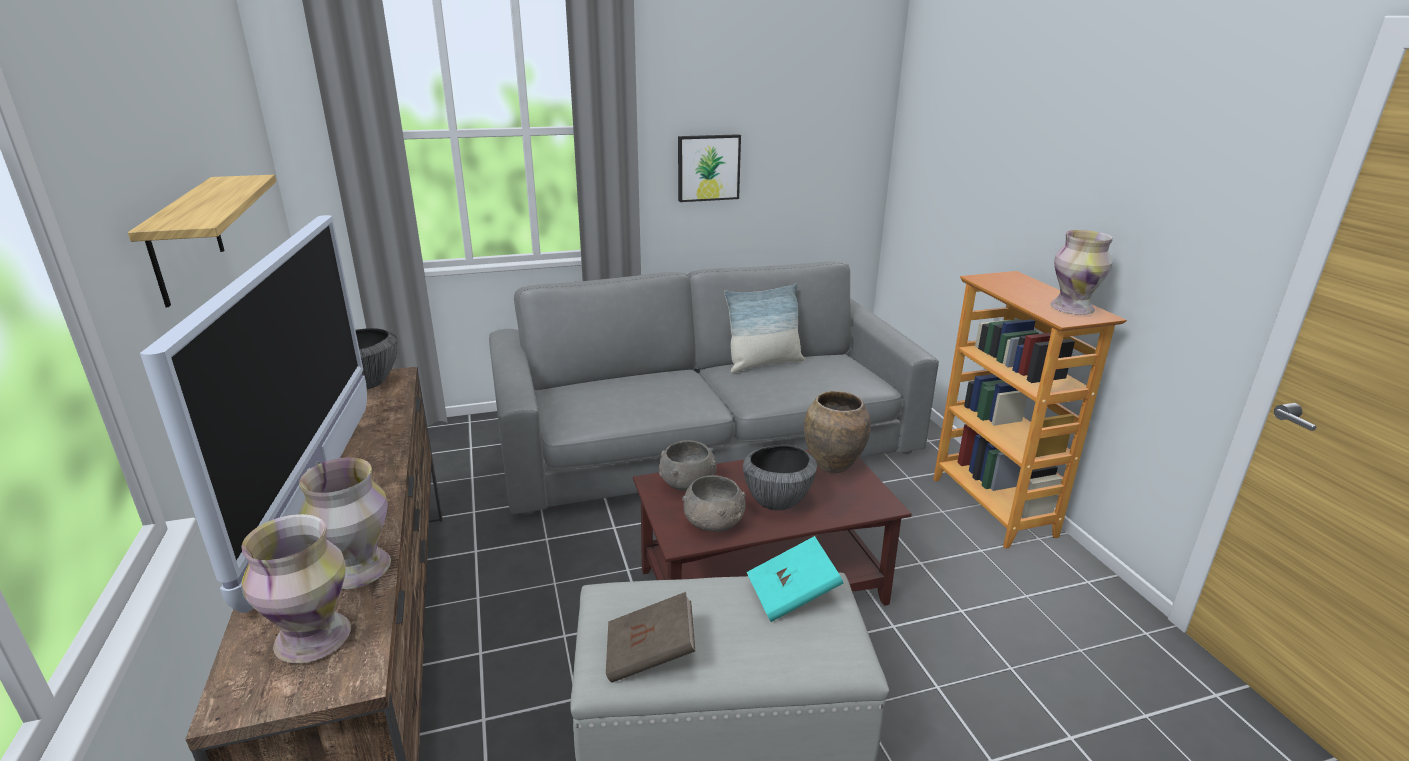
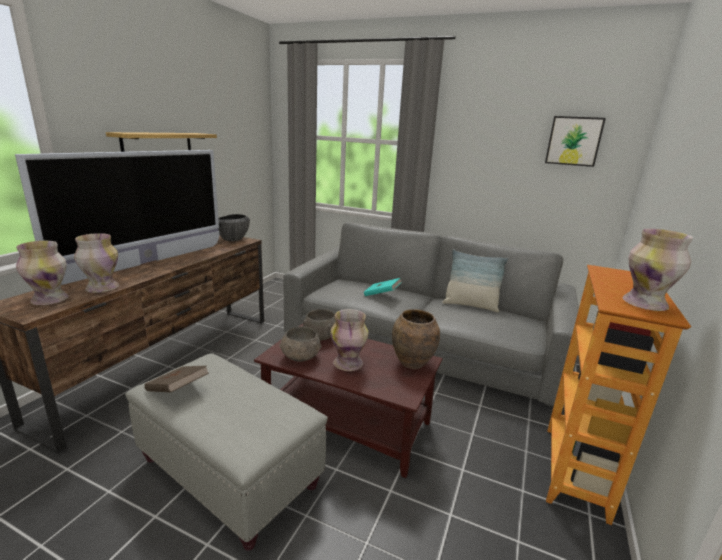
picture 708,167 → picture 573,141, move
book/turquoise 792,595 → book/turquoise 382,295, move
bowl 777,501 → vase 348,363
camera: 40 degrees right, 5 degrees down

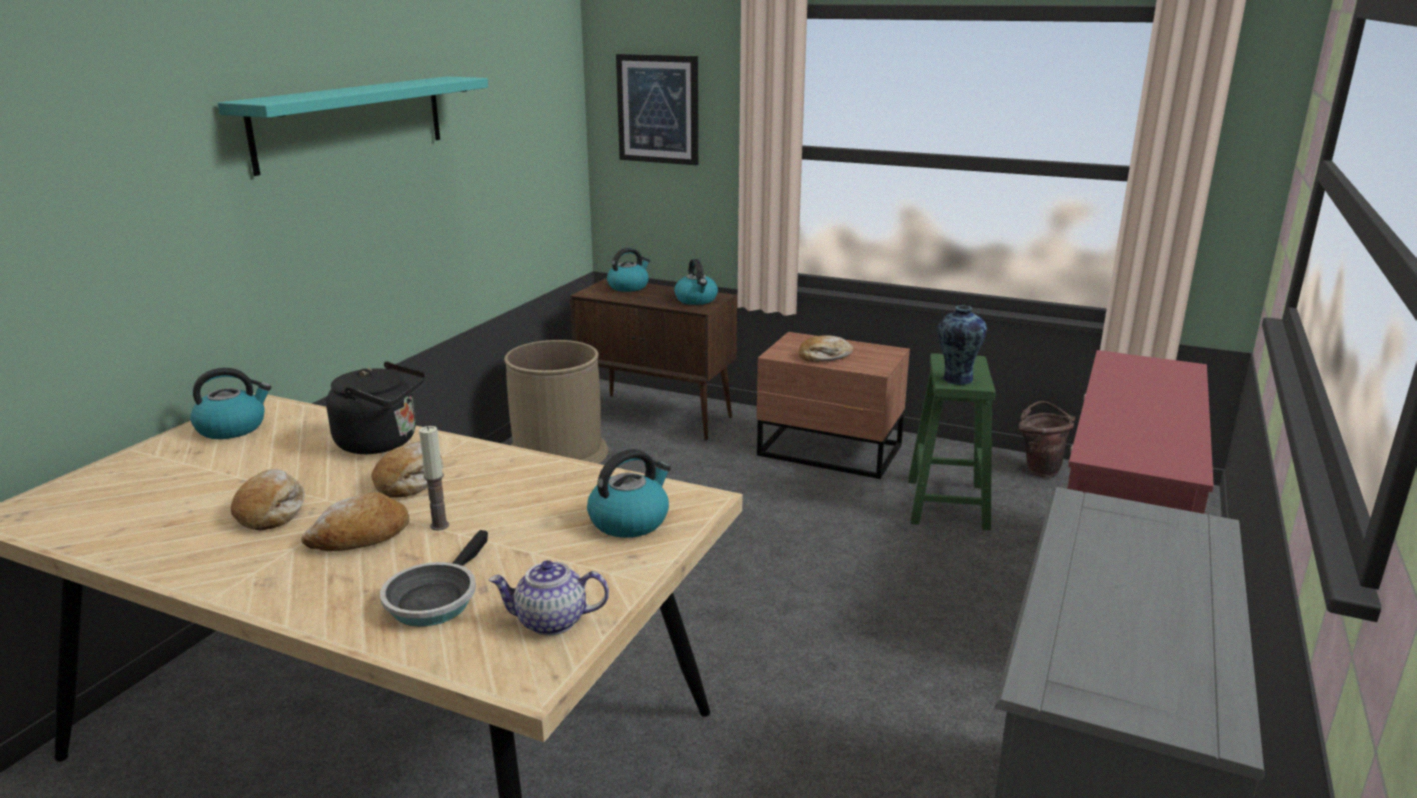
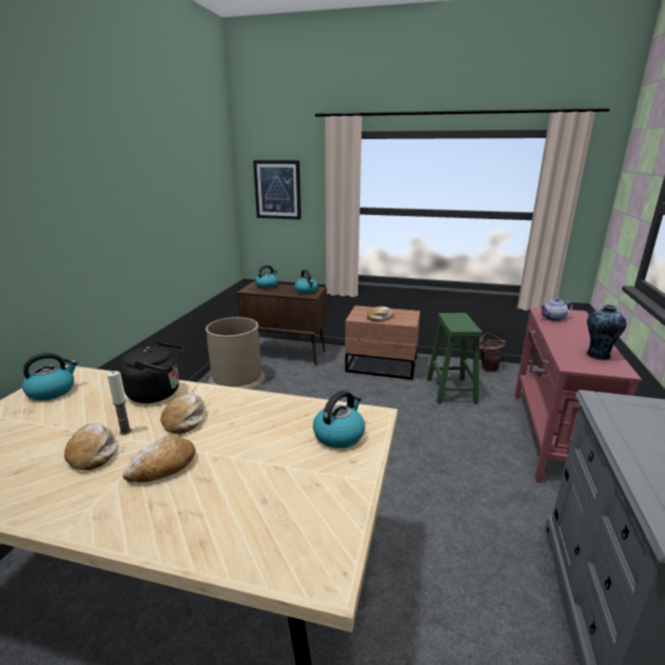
shelf/turquoise 351,122 → -
frying pan 434,599 → -
candle 439,525 → candle 125,431, move
teapot 550,622 → teapot 553,319, move
vase 956,379 → vase 597,356, move
camera: 10 degrees left, 0 degrees up

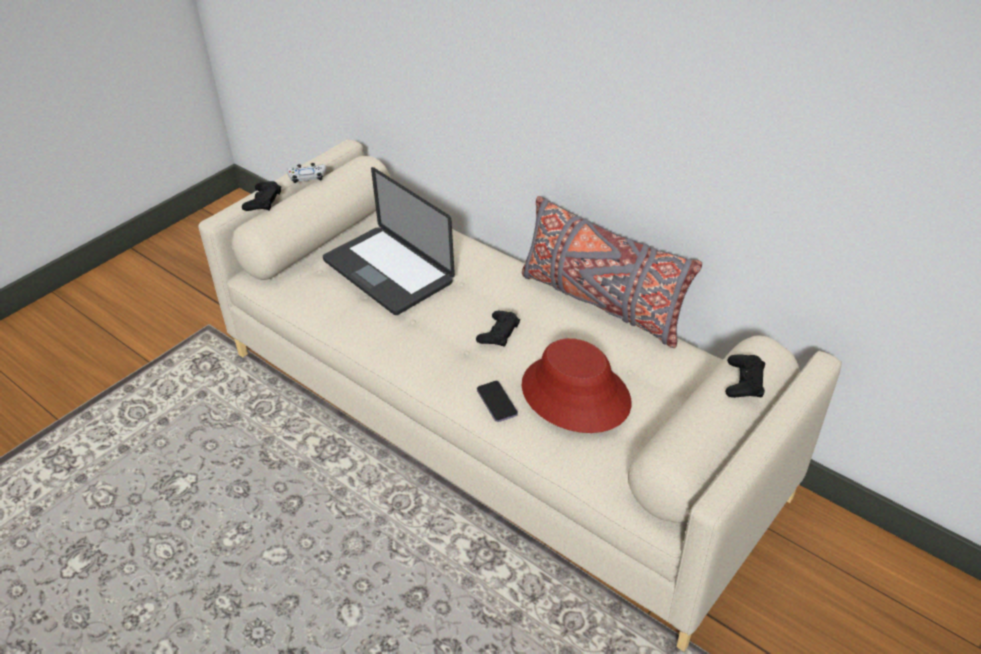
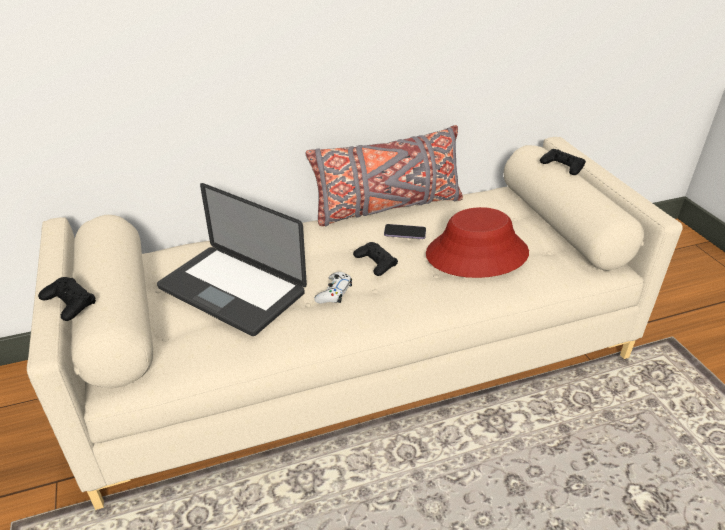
game controller/white 308,177 → game controller/white 334,293, move
phone 497,402 → phone 405,233, move
laptop 388,272 → laptop 232,291, 45 degrees clockwise
camera: 60 degrees left, 5 degrees down

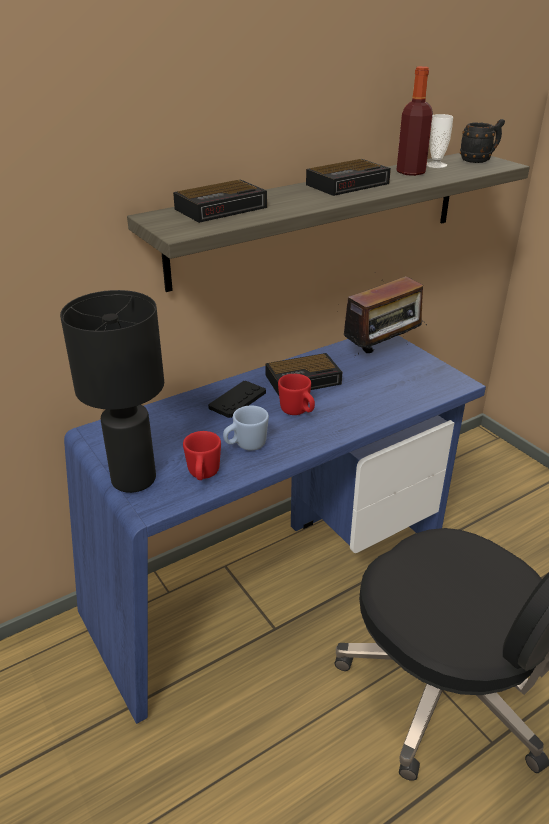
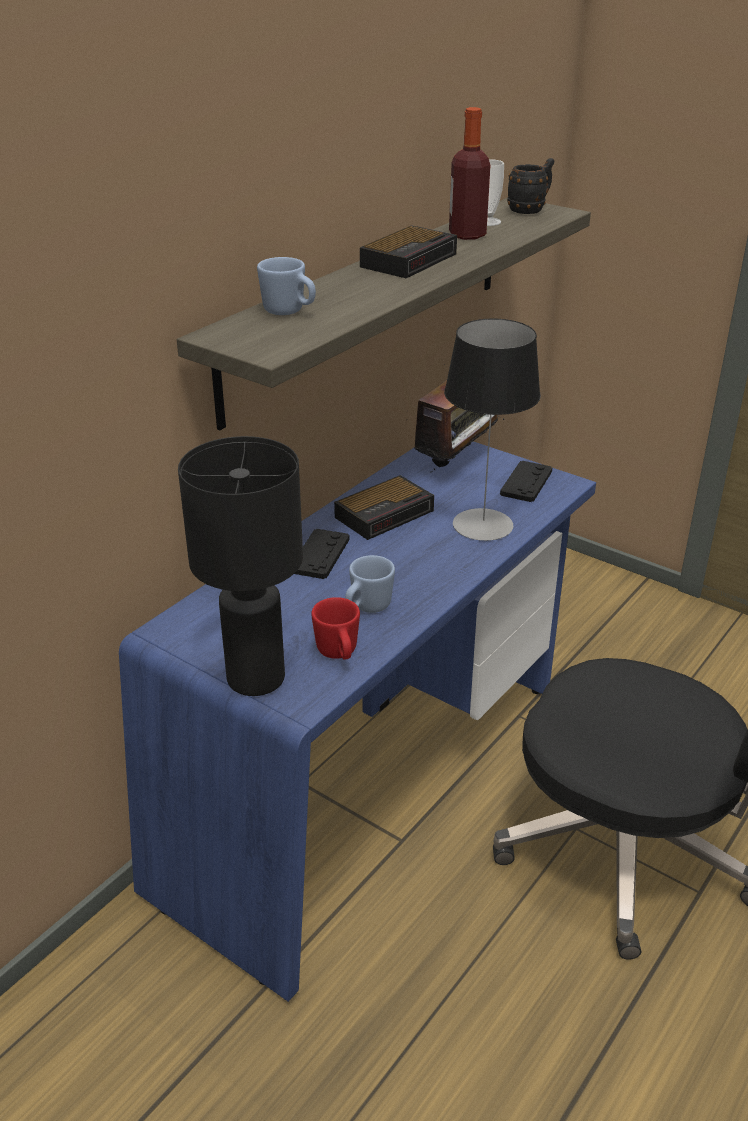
mug/red 297,412 → -
- → table lamp 483,524
- → game controller/black 526,483
alarm clock 222,208 → mug/blue 289,312
camera: 20 degrees left, 0 degrees up

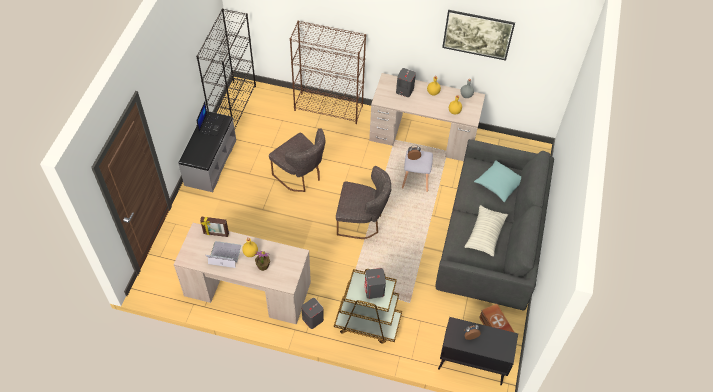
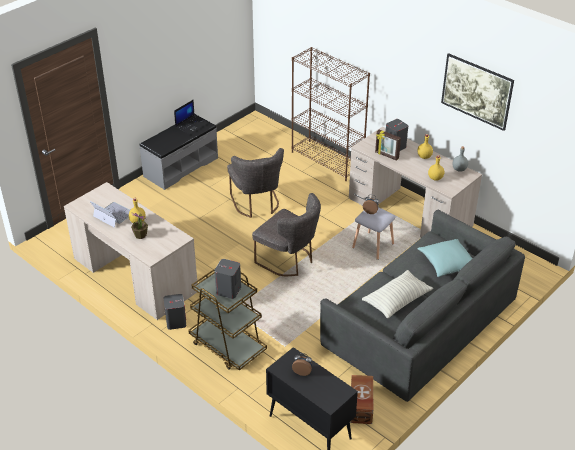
bookcase/black 233,106 → -
picture frame 216,234 → picture frame 386,155, move
camera: 30 degrees right, 15 degrees down

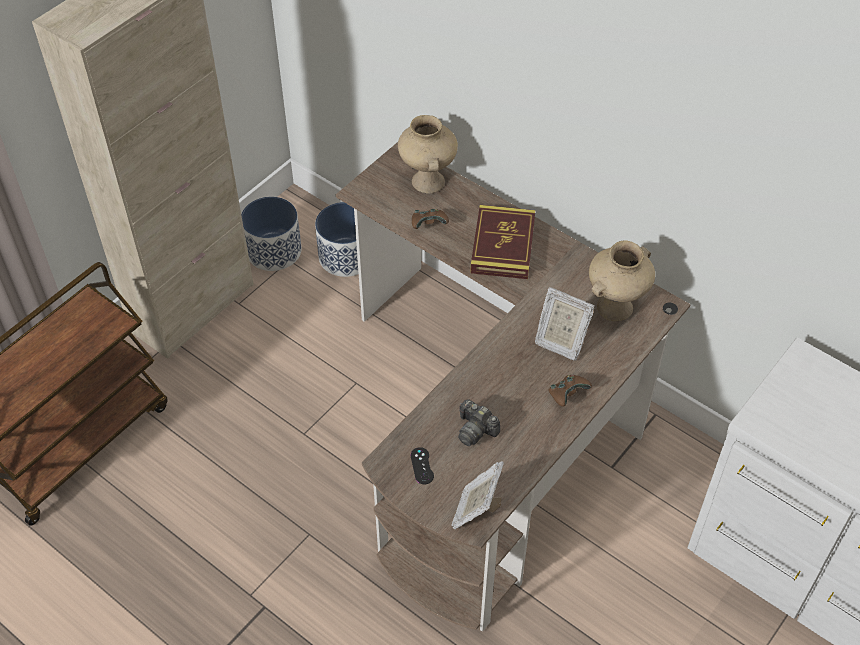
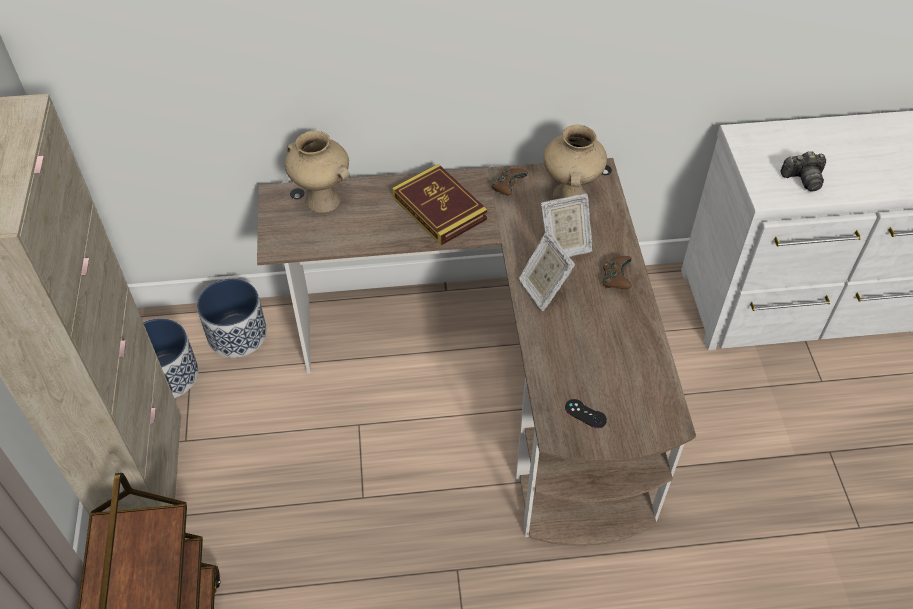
game controller/brown 429,225 → game controller/brown 508,188, move
picture frame 476,511 → picture frame 543,289, move
photo camera 475,430 → photo camera 803,179, move
camera: 45 degrees left, 0 degrees up

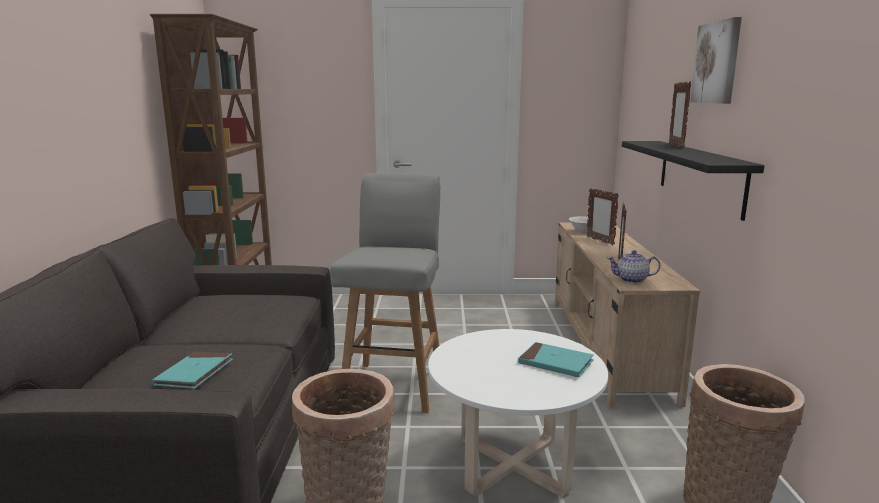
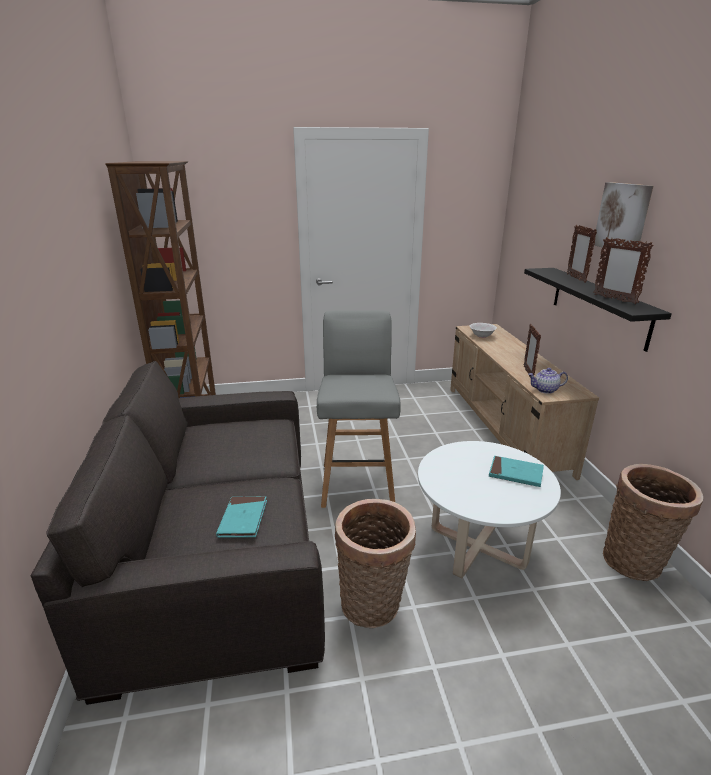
picture frame 600,241 → picture frame 614,299, move
camera: 10 degrees left, 10 degrees up

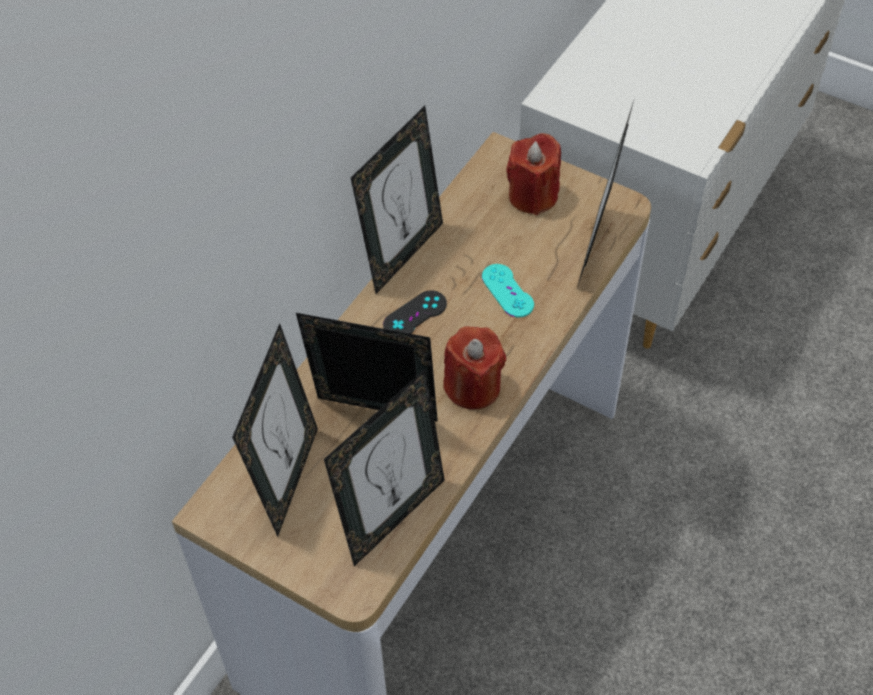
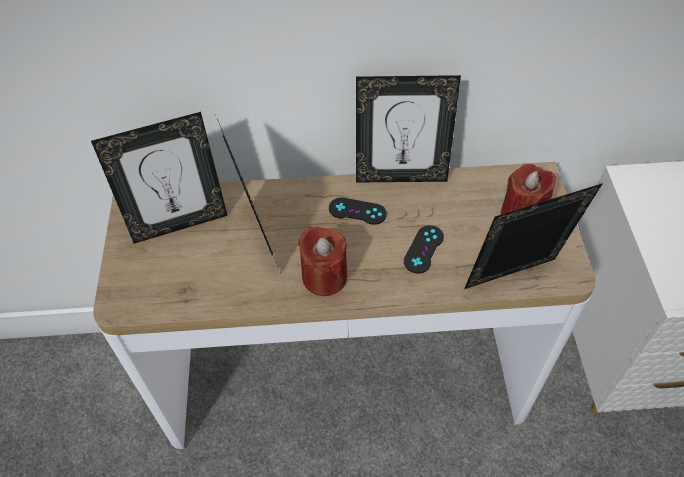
picture frame 392,515 → -
game controller/turquoise 507,291 → game controller/black 423,249
camera: 55 degrees right, 0 degrees up

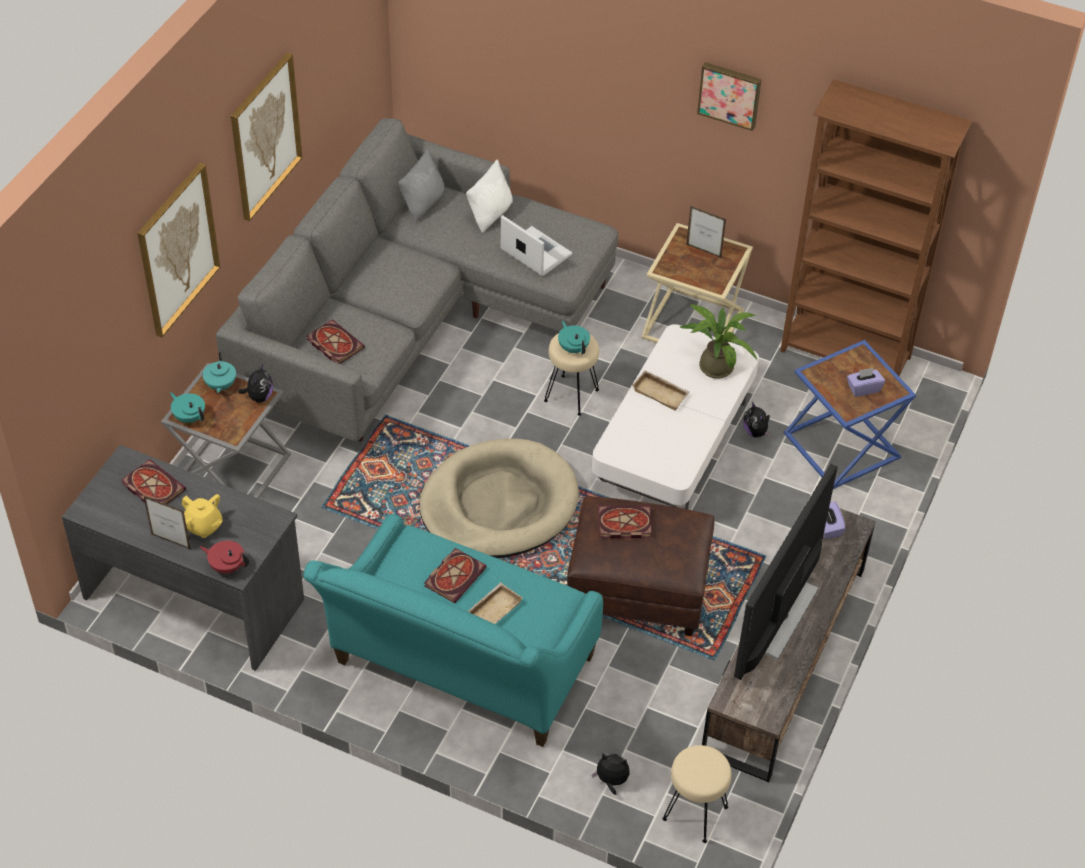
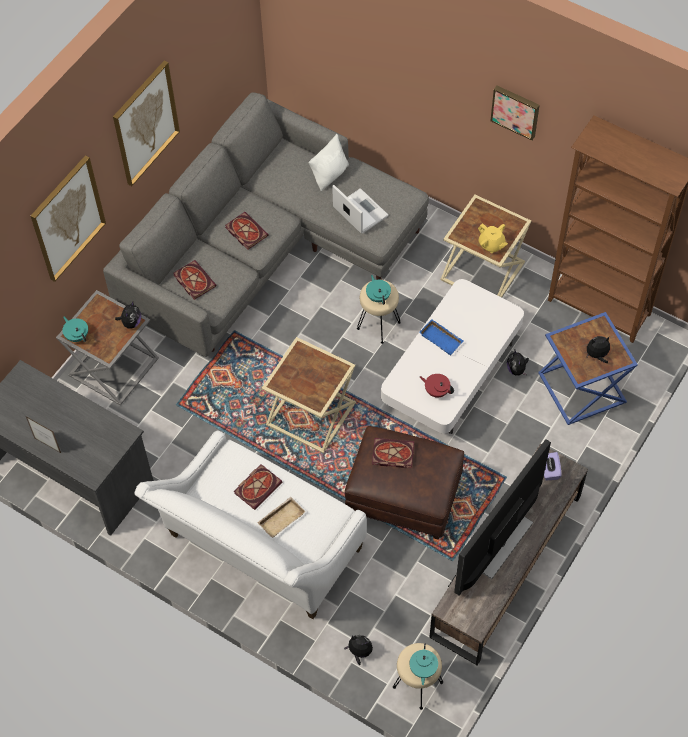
pillow/grey 423,203 → -
potted plant 714,364 → -
picture frame 703,251 → -
book 151,487 → book 245,231, move
teapot/yellow 204,526 → teapot/yellow 491,245, move
teapot/red 227,566 → teapot/red 436,391, move
teapot/turquoise 220,385 → teapot/turquoise 423,669, move
dog bed/beige 499,504 → side table/beige 309,414
tissue box/purple 863,388 → plush toy 597,355
sofa/turquoise 459,670 → sofa/white 260,550
tray/beige 661,393 → tray/blue 442,339
camera: 10 degrees right, 10 degrees up

